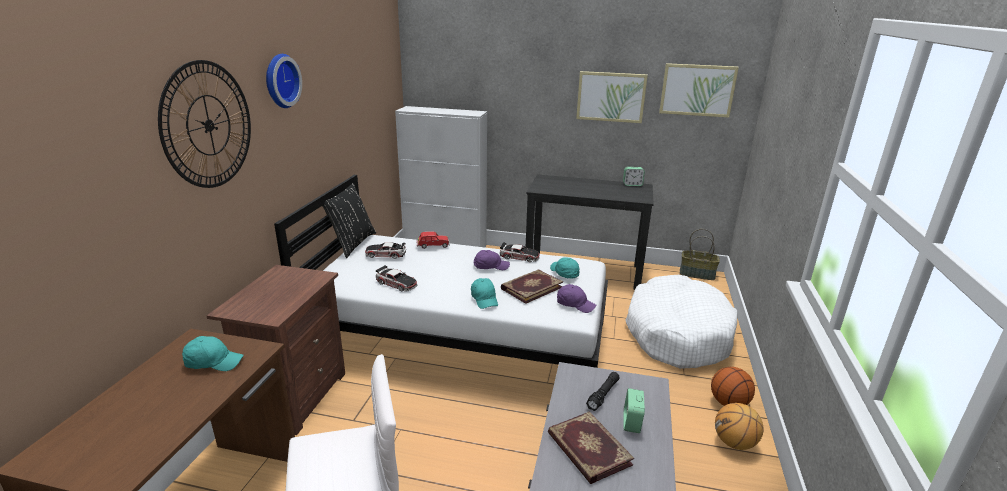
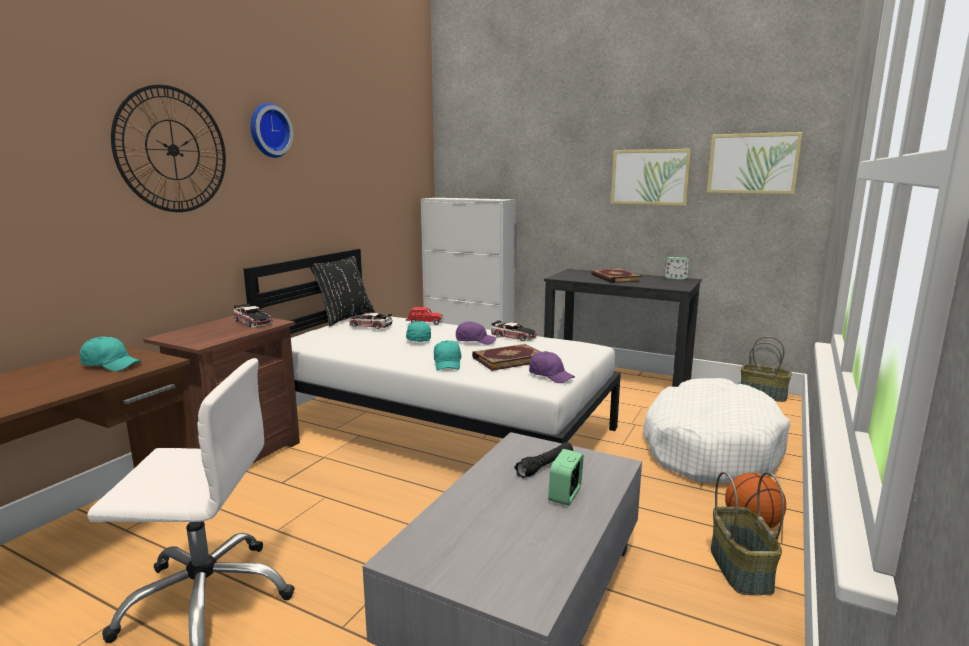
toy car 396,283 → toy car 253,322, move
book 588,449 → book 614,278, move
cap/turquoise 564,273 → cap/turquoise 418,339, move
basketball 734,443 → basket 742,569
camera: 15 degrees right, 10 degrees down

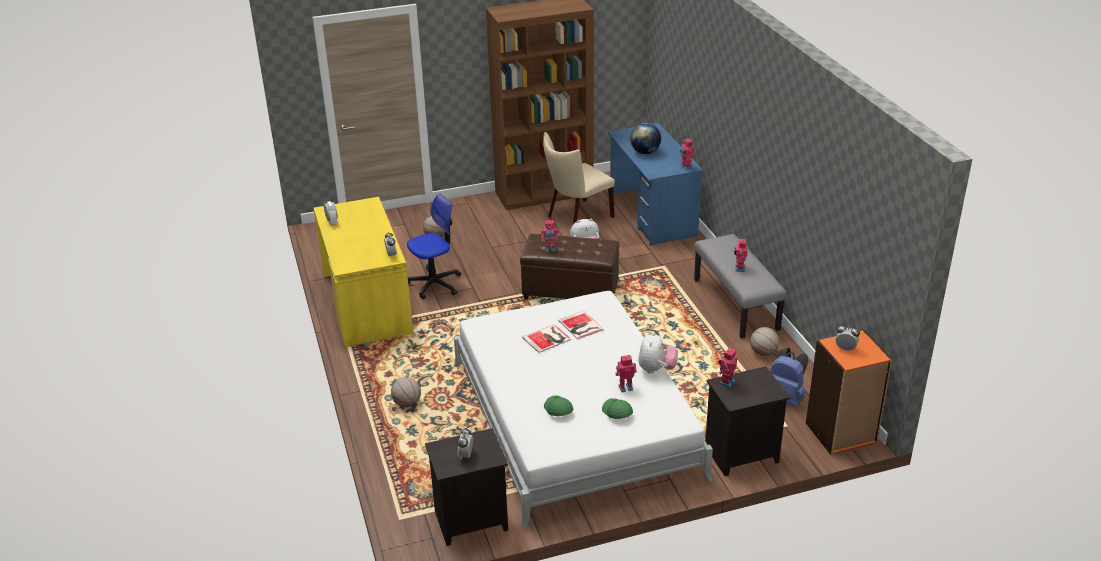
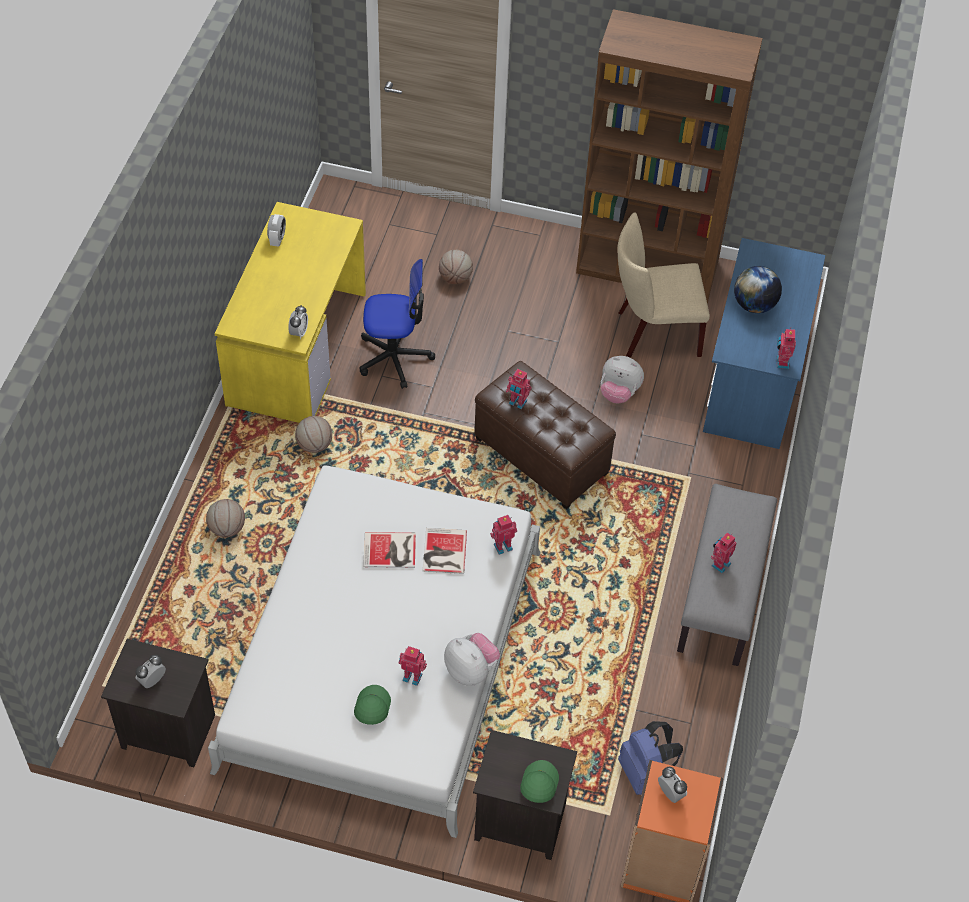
cap/green 558,409 → cap/green 538,784, move
toy robot 726,382 → toy robot 502,546, move
basketball 763,353 → basketball 314,445, move
plush toy 656,369 → plush toy 471,670, 90 degrees counterclockwise
camera: 30 degrees right, 20 degrees up

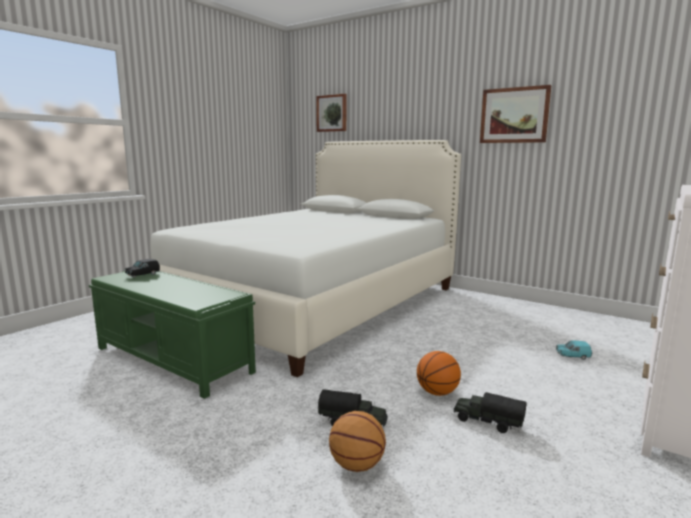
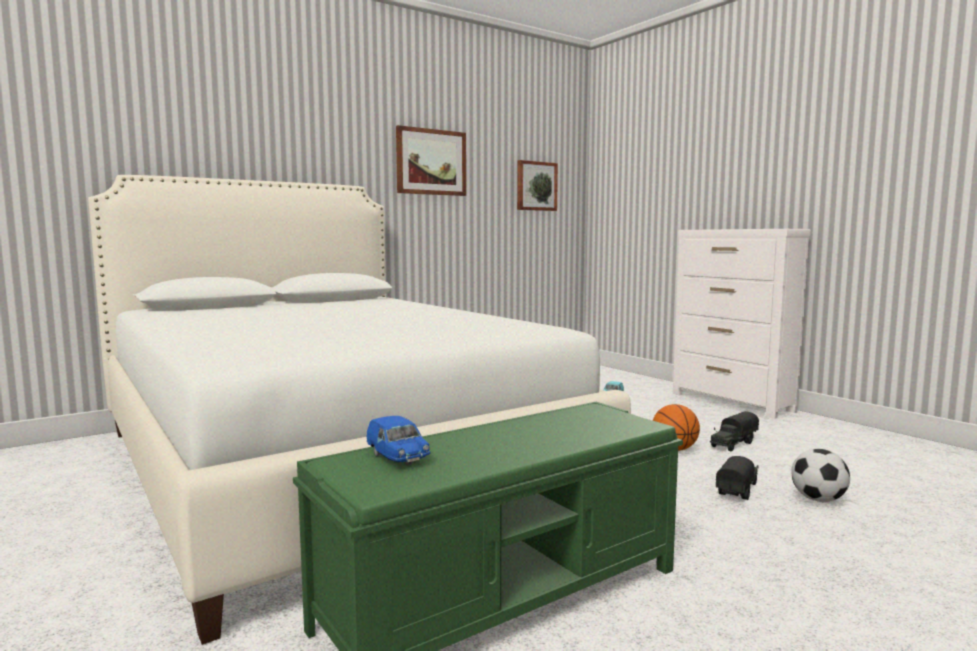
picture 332,113 → picture 536,186, move
basketball 356,465 → football 818,500
toy car/black 143,275 → toy car/blue 398,458
camera: 70 degrees left, 5 degrees down

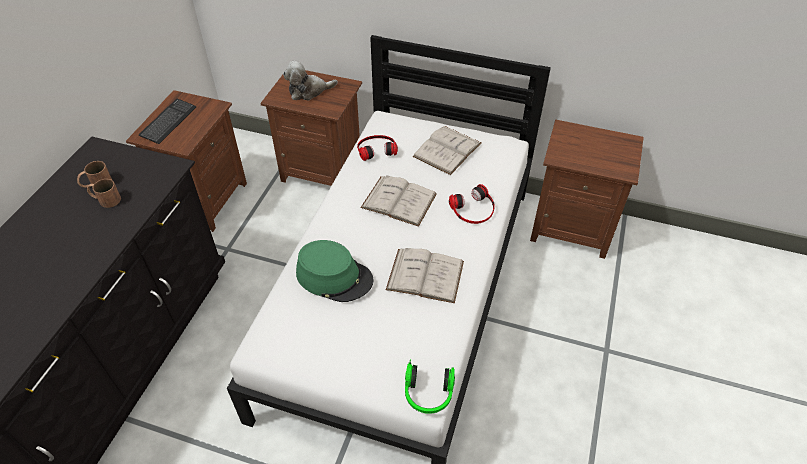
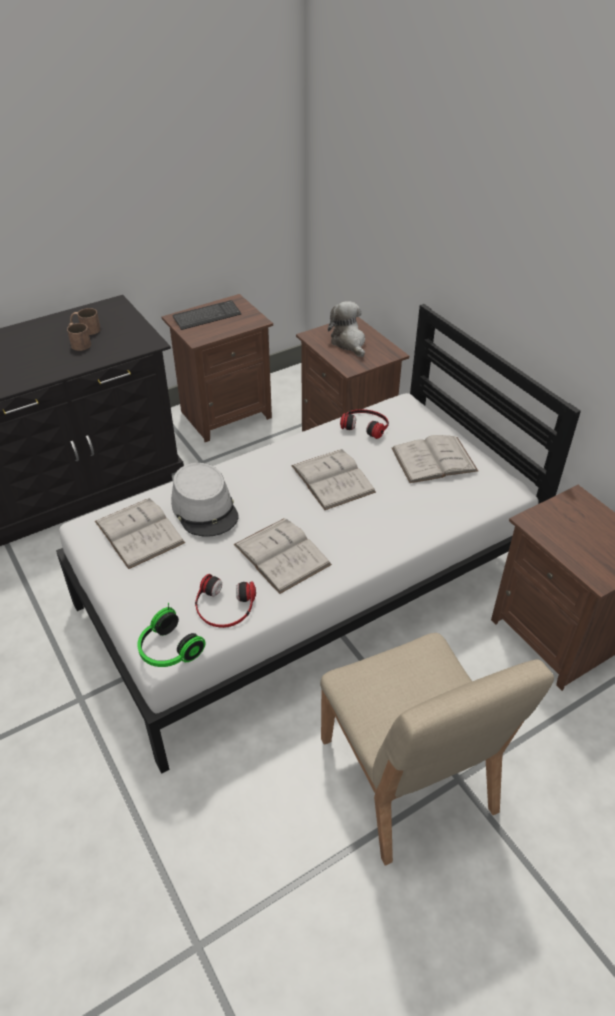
- → book/white 139,532
- → chair/beige 407,777
headphones 473,209 → headphones 224,606, move
hat/green 334,277 → hat/grey 205,508
plush toy 308,91 → plush toy 349,342, 45 degrees clockwise
camera: 40 degrees right, 5 degrees down

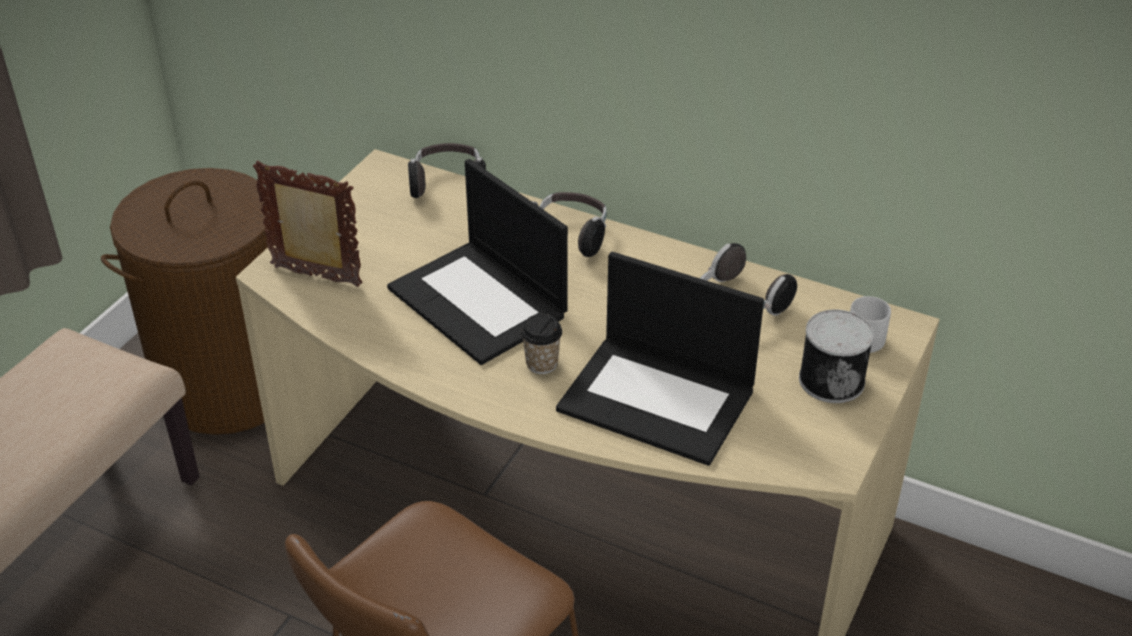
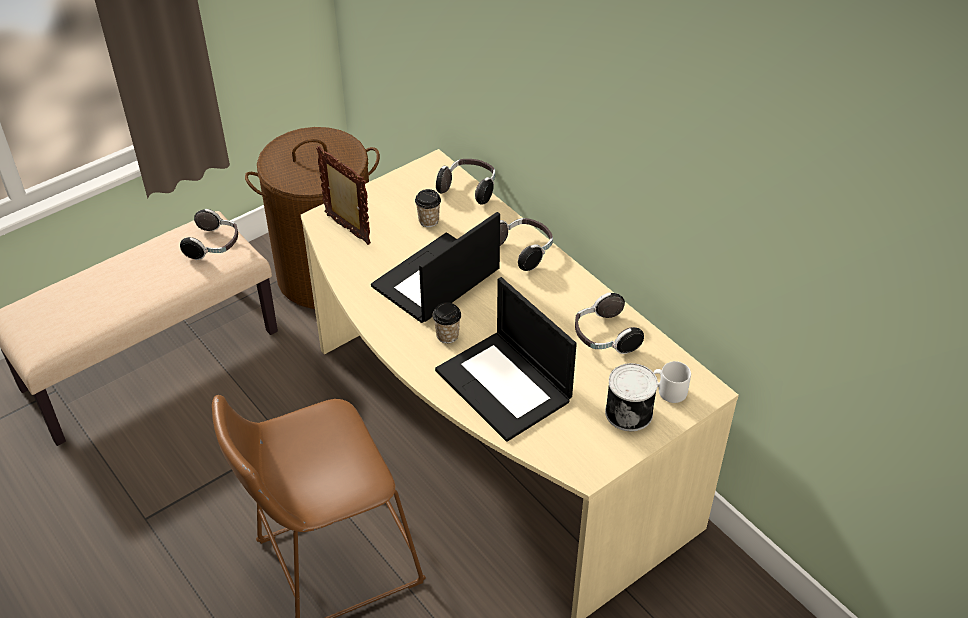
- → headphones 214,245
- → cup 428,221
laptop 480,302 → laptop 436,280, 60 degrees clockwise
camera: 25 degrees right, 5 degrees up

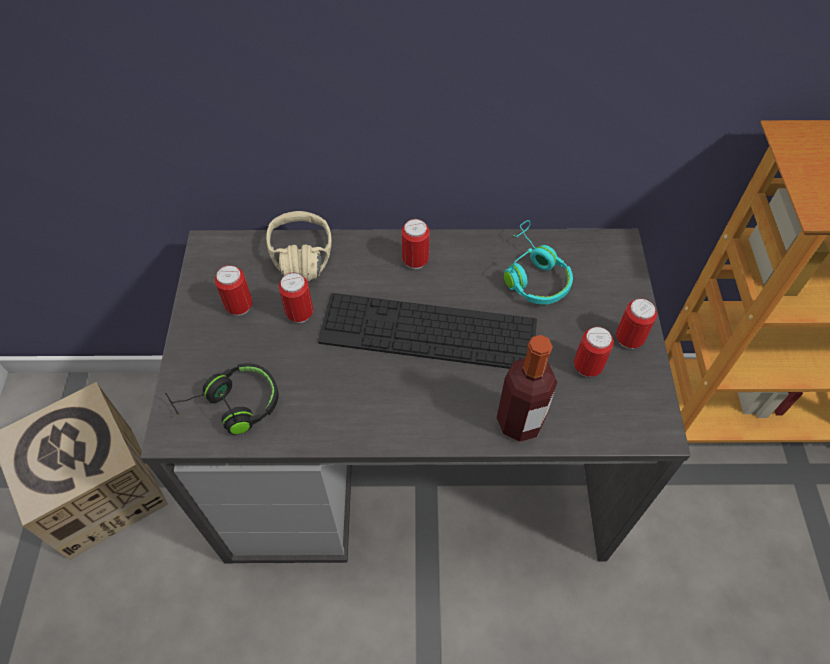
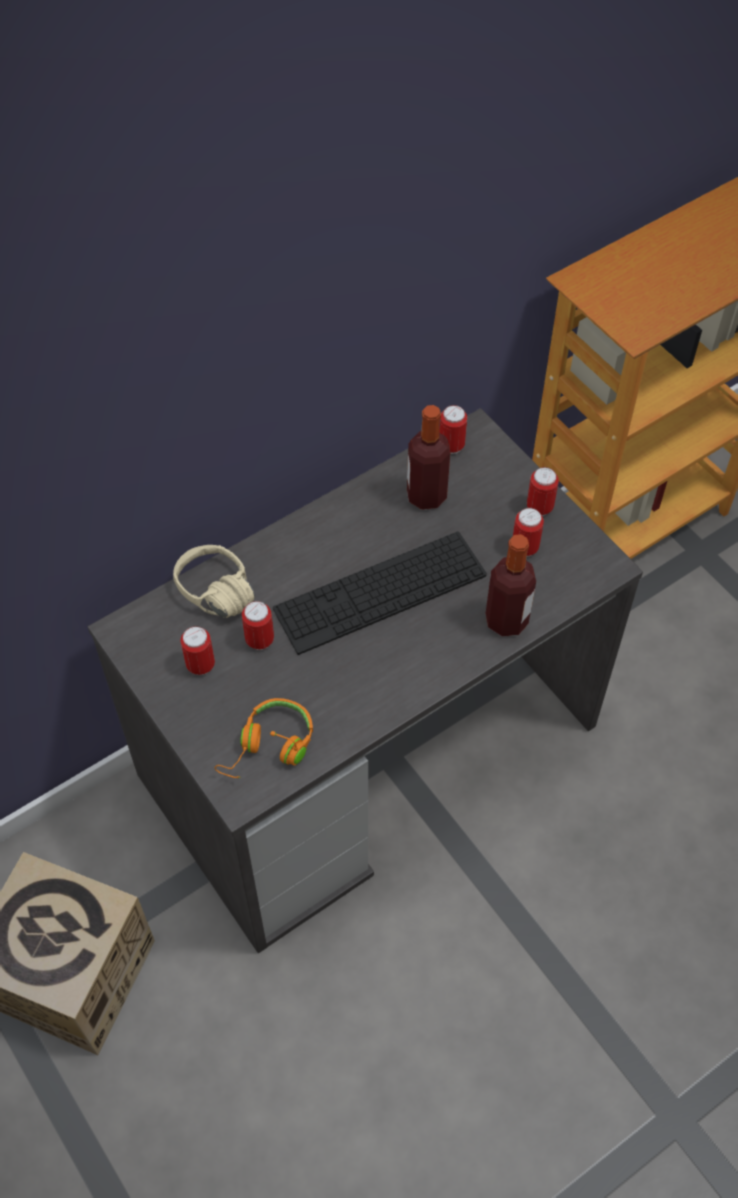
can 415,261 → can 451,446, move
headphones/turquoise 532,274 → bottle 426,495
headphones/black 230,406 → headphones/orange 269,747
camera: 35 degrees left, 0 degrees up

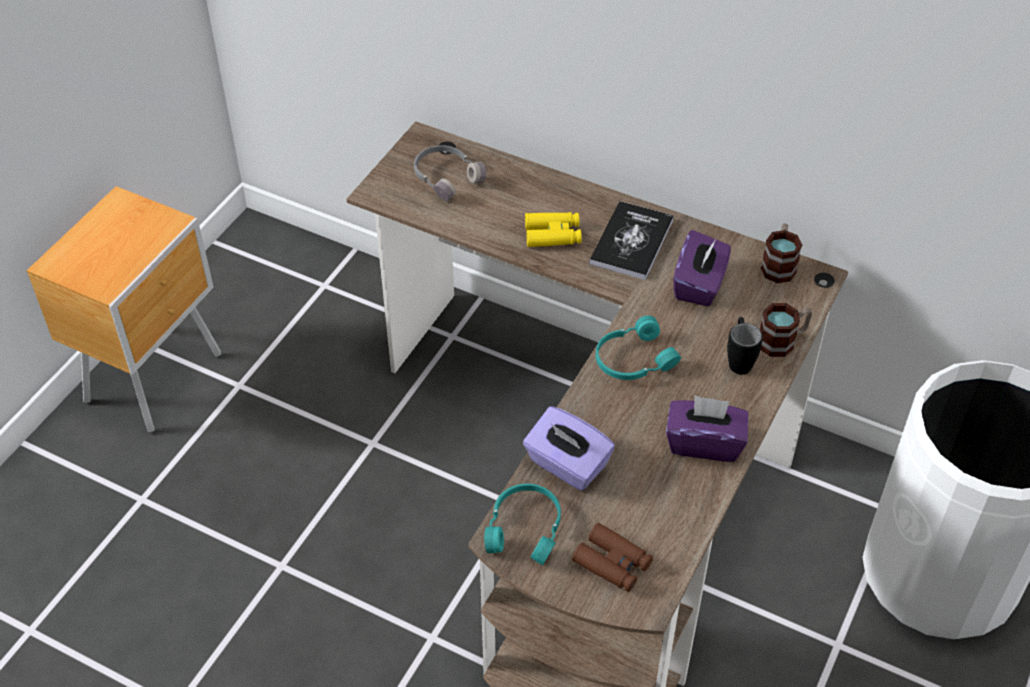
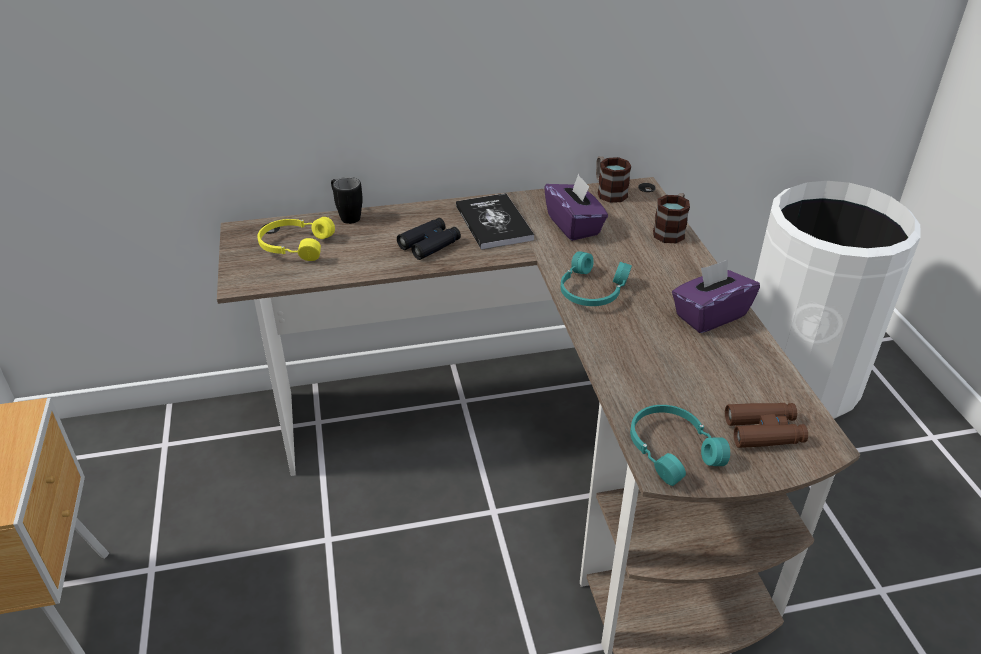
tissue box/purple 567,465 → -
mug/black 739,359 → mug/black 346,216, move
headphones/grey 447,177 → headphones/yellow 295,245
binoculars/yellow 553,235 → binoculars/black 429,244
camera: 40 degrees left, 10 degrees down

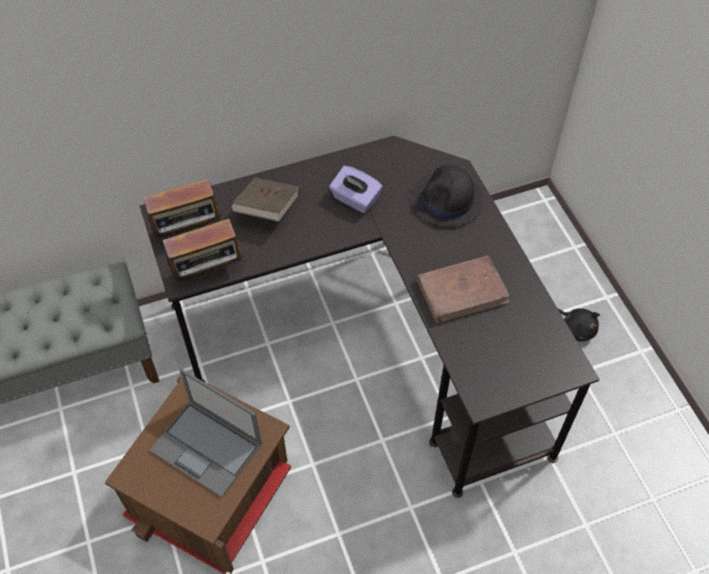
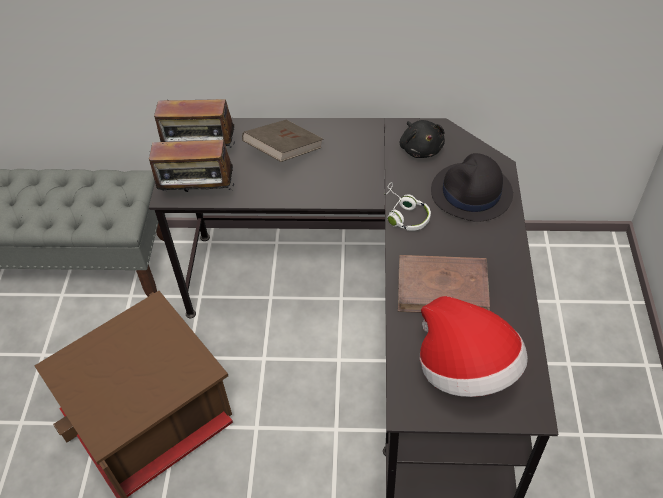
laptop 207,448 → -
tissue box/purple 355,199 → -
- → headphones/white 404,214
- → hat 466,368
plush toy/black 576,329 → plush toy/black 421,148, move
camera: 25 degrees right, 5 degrees down

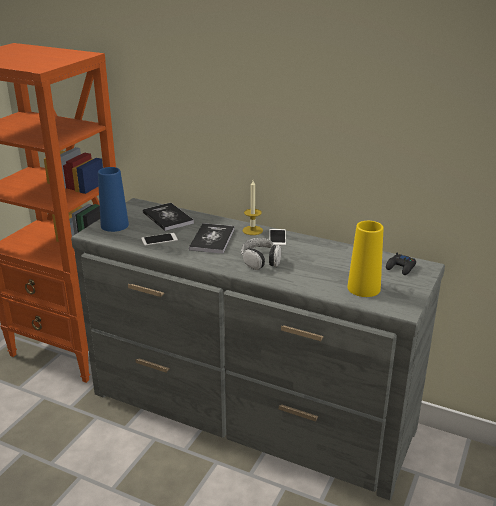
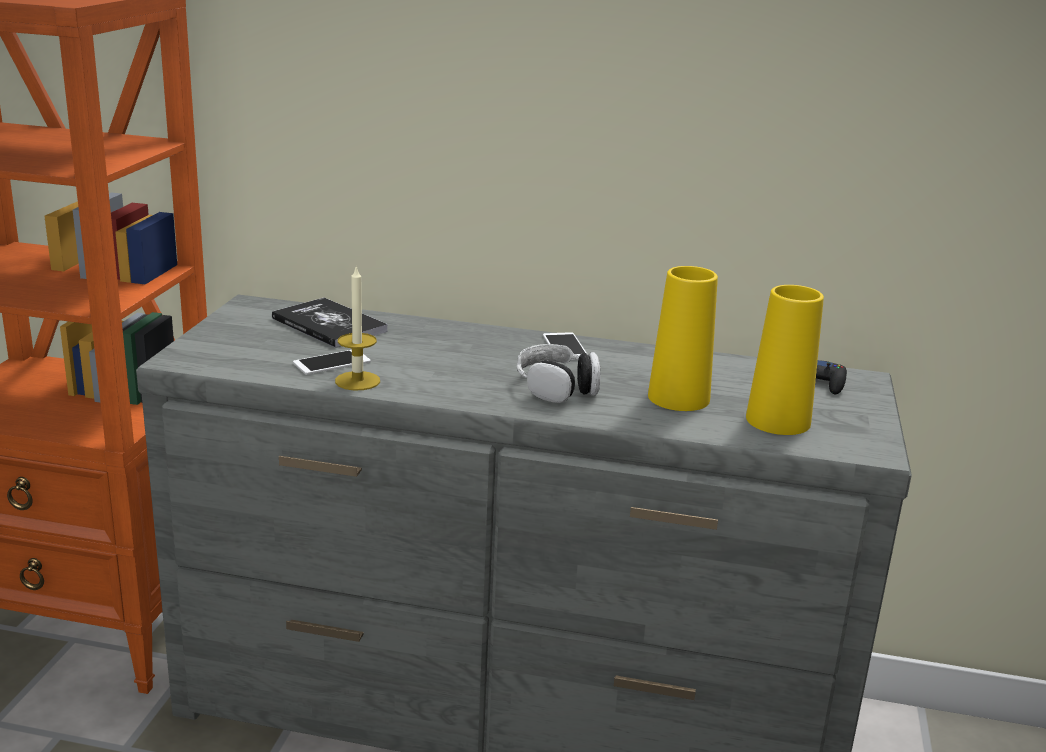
vase/blue 114,225 → -
book 212,239 → -
- → vase/yellow 678,398
candle 252,230 → candle 357,381, move
camera: 15 degrees left, 5 degrees down

